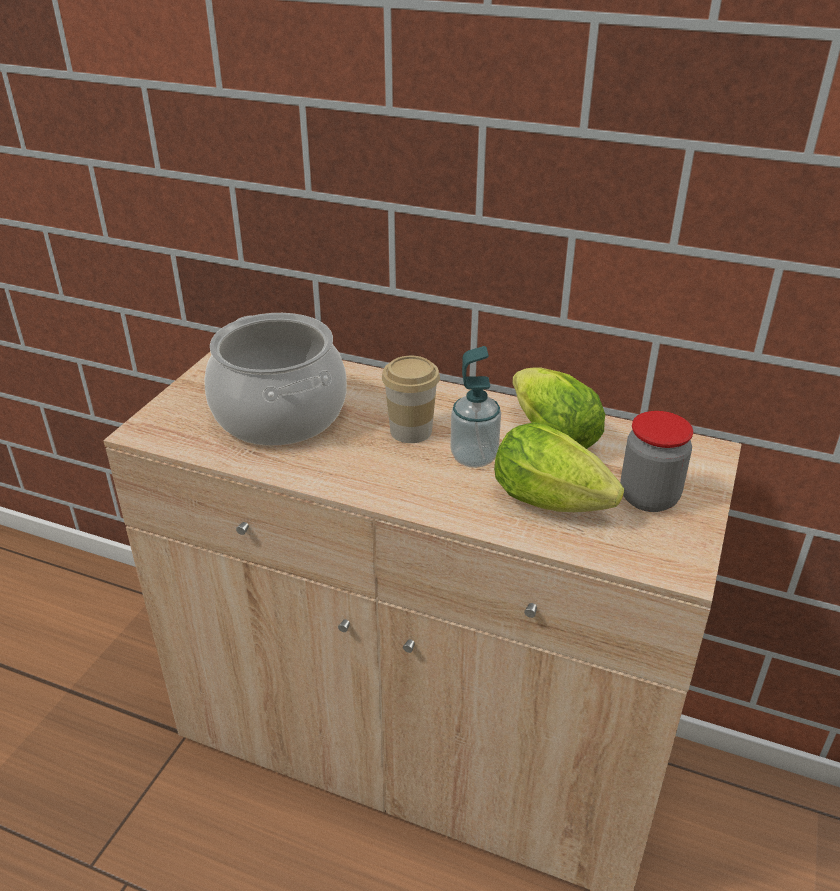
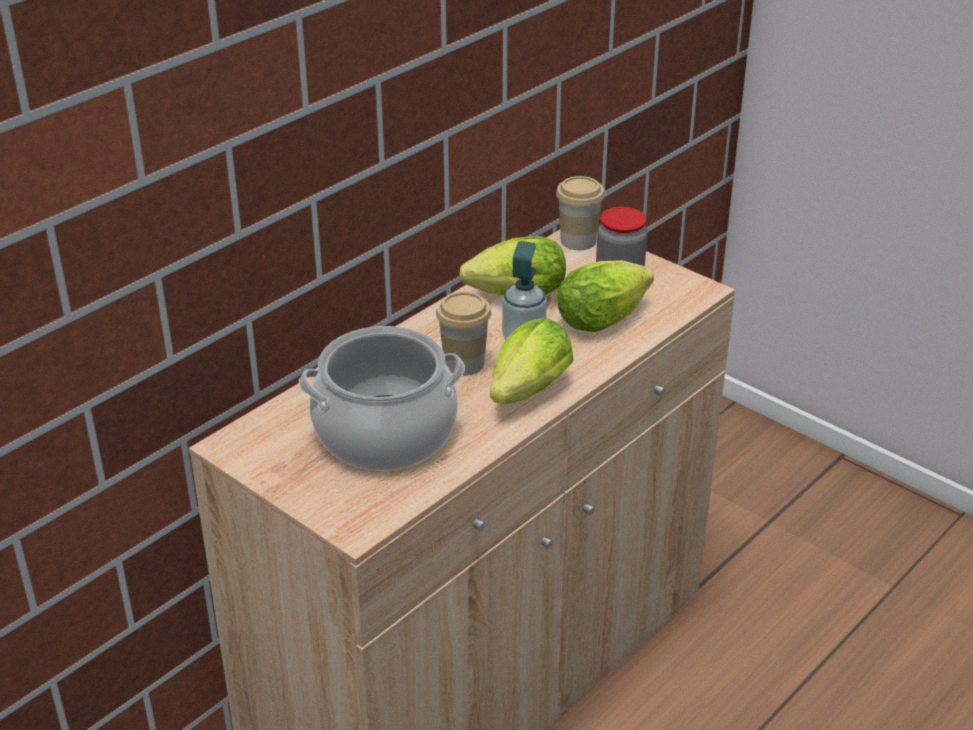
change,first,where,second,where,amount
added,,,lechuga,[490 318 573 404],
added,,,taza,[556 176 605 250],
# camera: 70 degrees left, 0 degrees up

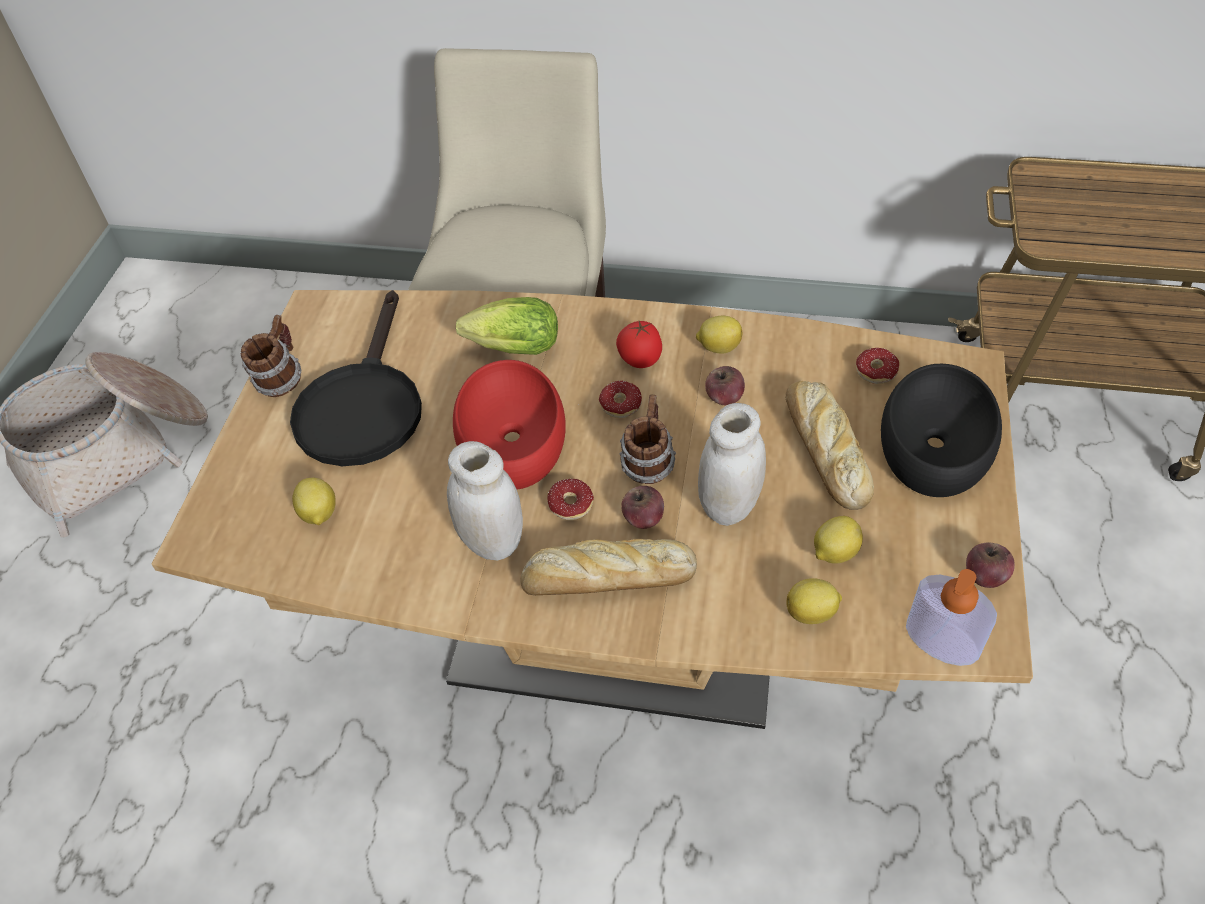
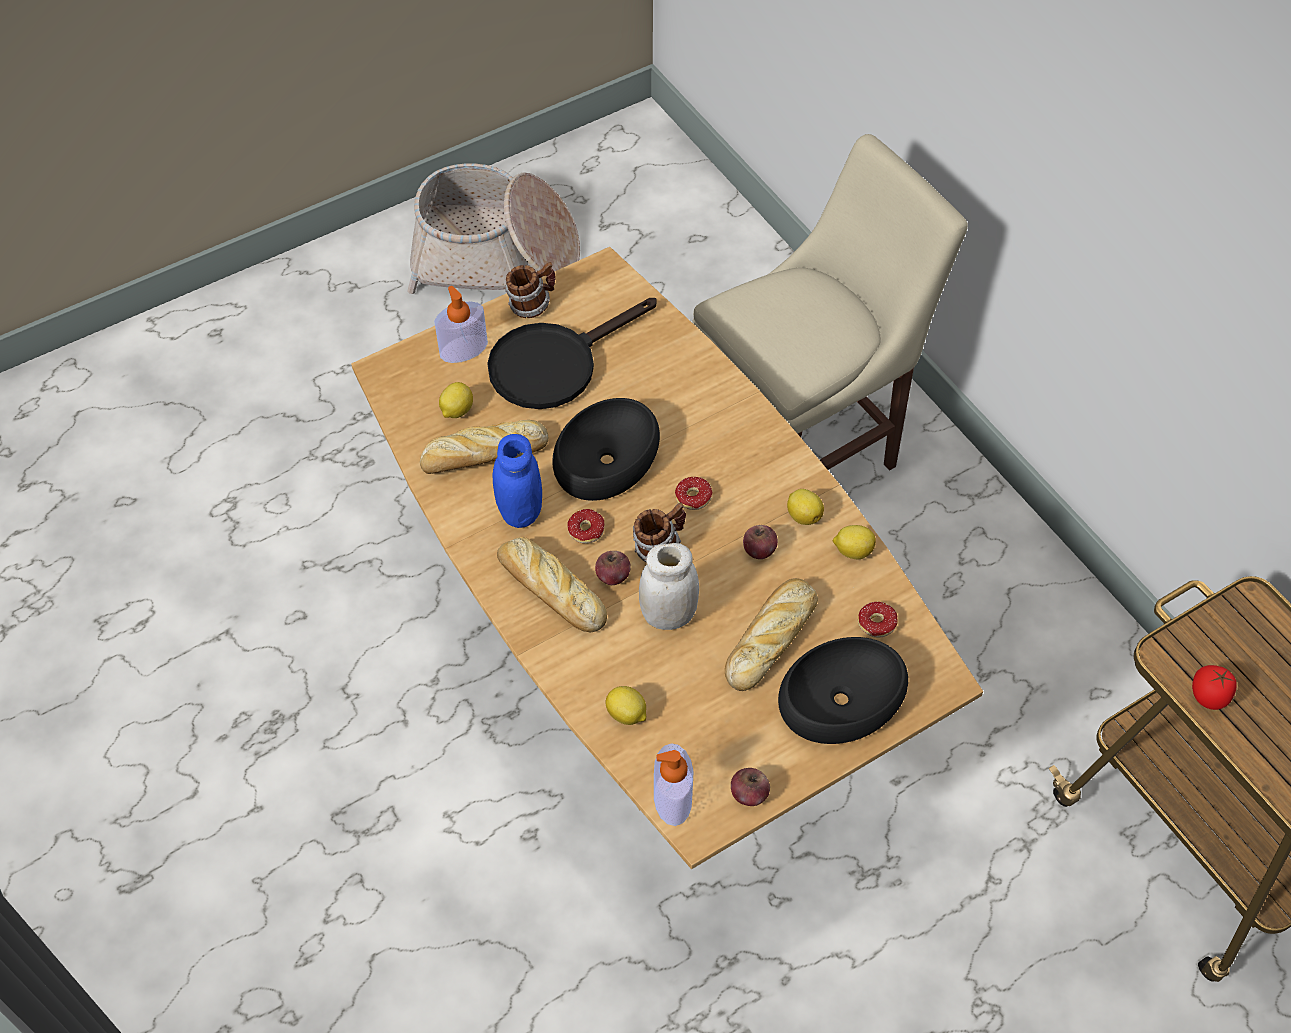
change,first,where,second,where,amount
added,,,pan,[420 420 548 474],
added,,,dispensador de jabón,[434 286 488 363],
recoloured,tarro [blanco],[447 441 523 561],tarro [azul],[493 434 542 528],
recoloured,cuenco [rojo],[453 360 566 490],cuenco [negro],[553 398 660 501],
moved,limón,[814 516 863 564],,[833 525 876 559],
moved,tomate,[616 321 662 368],,[1192 665 1237 710],
removed,lechuga,[456 297 558 355],,,
# camera: 45 degrees right, 5 degrees up

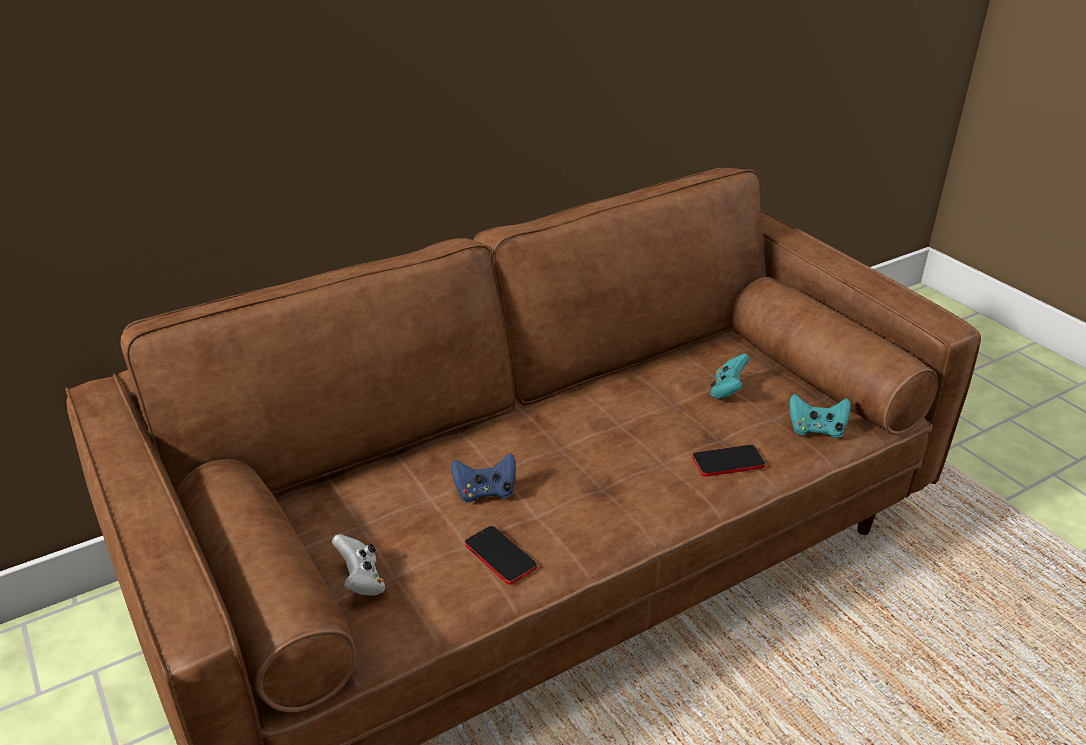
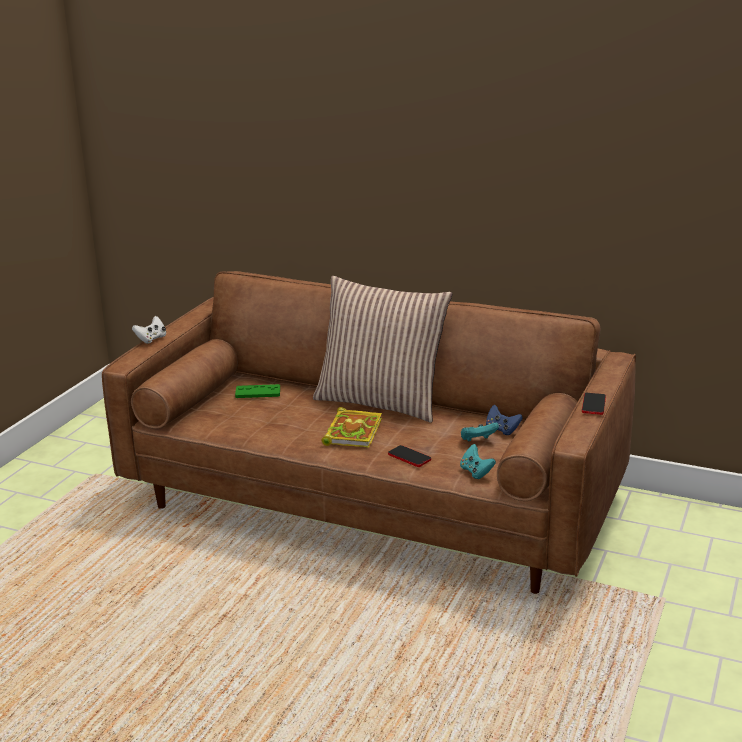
change,first,where,second,where,amount
moved,mando de consola [blanco],[332 534 385 596],,[132 316 166 344],
added,,,mando de consola [verde],[235 384 280 398],
added,,,cojín,[313 276 453 423],
added,,,libro,[322 407 382 448],
moved,mando de consola [azul],[451 453 516 503],,[486 405 523 435],
moved,móvil,[465 526 537 585],,[582 393 606 415],
# camera: 55 degrees right, 10 degrees down

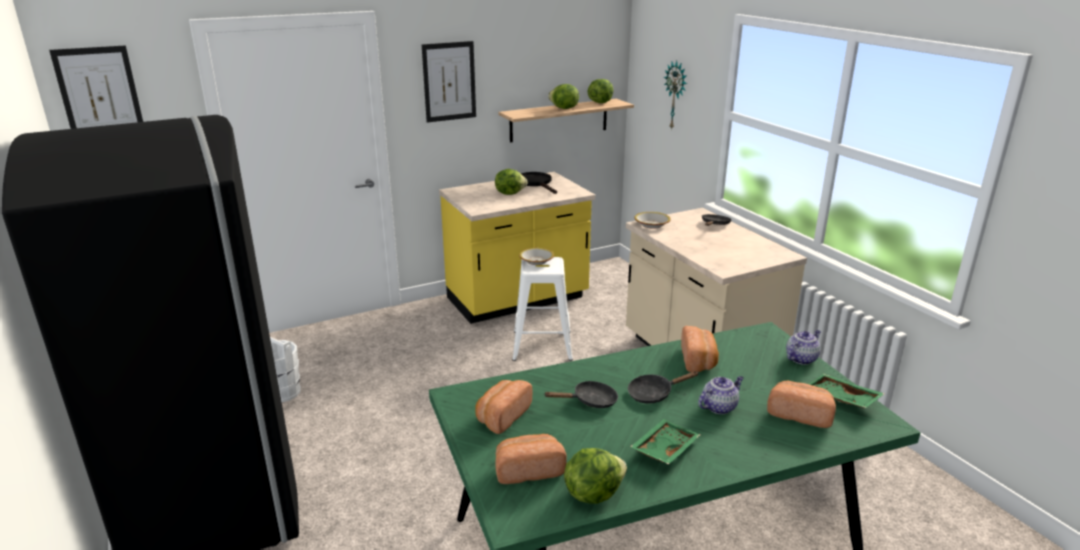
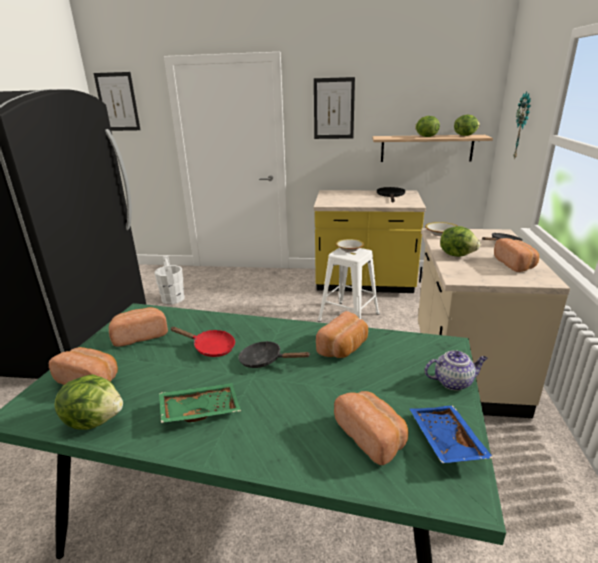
change,first,where,second,where,amount
recoloured,sartén [negro],[544 381 618 408],sartén [rojo],[170 327 235 357],
recoloured,bandeja [verde],[808 374 885 408],bandeja [azul],[410 406 493 463],
moved,lechuga,[495 169 528 195],,[440 226 480 257],
added,,,pan,[494 238 539 272],
removed,tetera,[698 376 744 414],,,
# camera: 35 degrees right, 0 degrees up

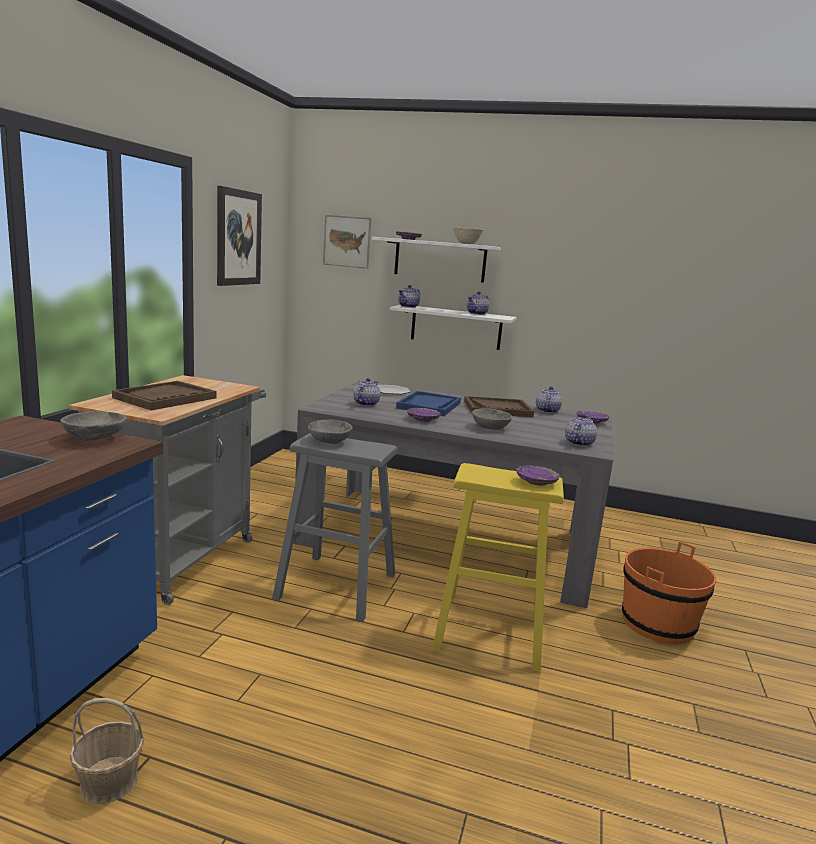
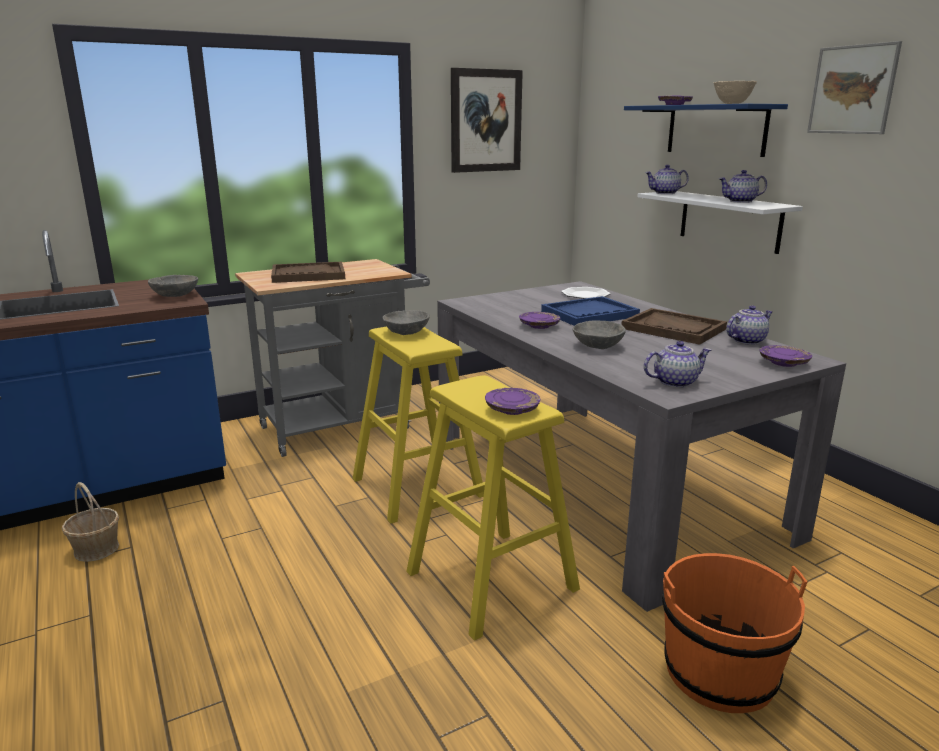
change,first,where,second,where,amount
recoloured,taburete [gris],[272 433 398 622],taburete [amarillo],[353 327 484 524],
recoloured,estante [blanco],[372 237 501 283],estante [azul],[624 104 788 157],
moved,cuadro,[323 215 372 269],,[807 41 902 134],
removed,tetera,[353 378 381 406],,,
# camera: 45 degrees right, 5 degrees up

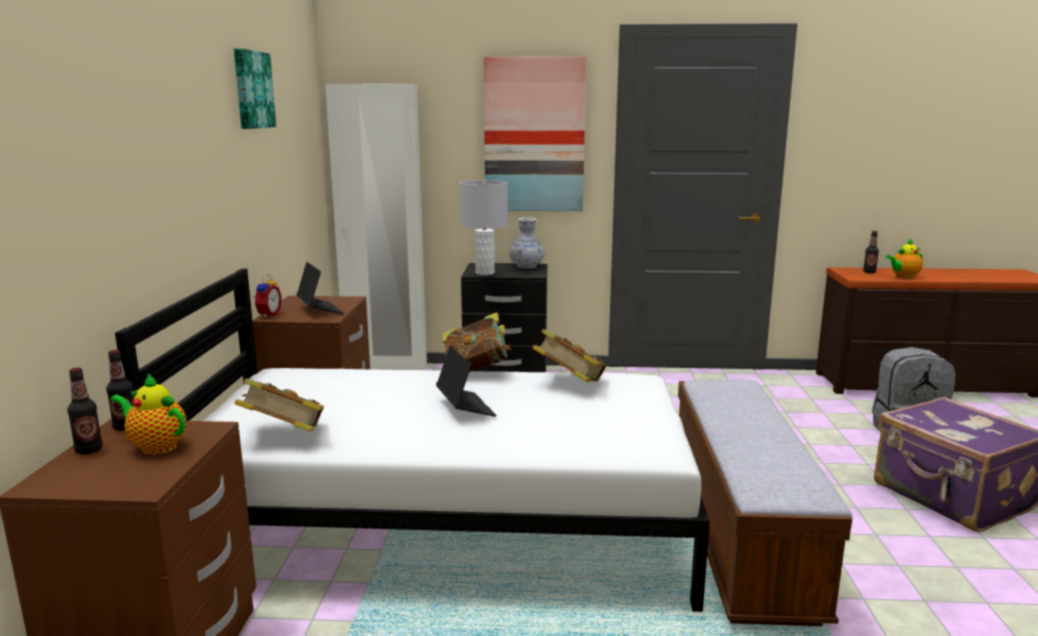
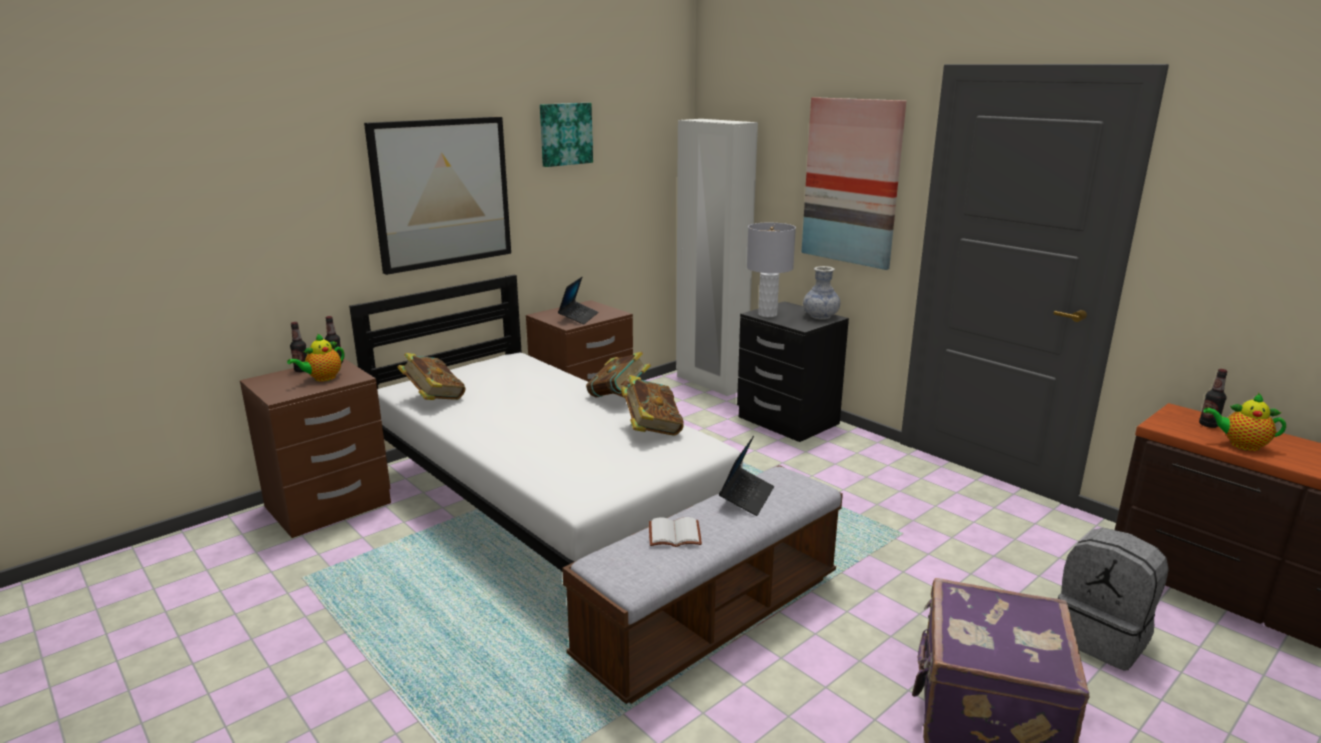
change,first,where,second,where,amount
turned,tetera,[110 374 186 455],,[287 333 344 381],120 degrees counterclockwise
added,,,cuadro,[364 117 511 275],
added,,,libro [blanco],[649 517 702 547],
moved,portátil,[436 345 496 416],,[719 436 774 516],
removed,despertador,[252 274 282 318],,,
# camera: 45 degrees right, 5 degrees up

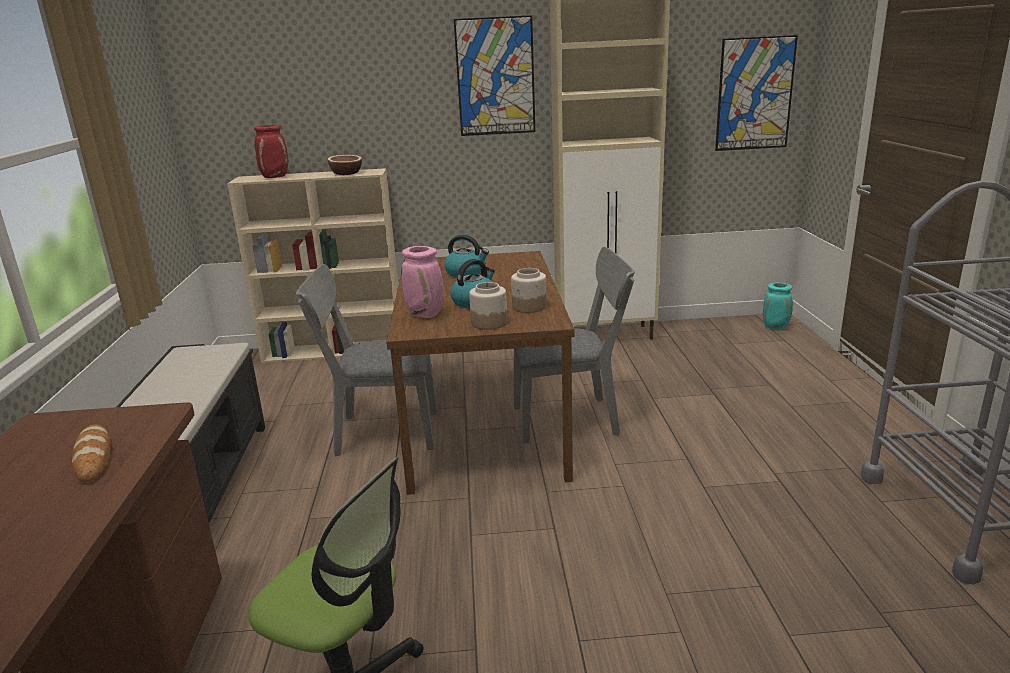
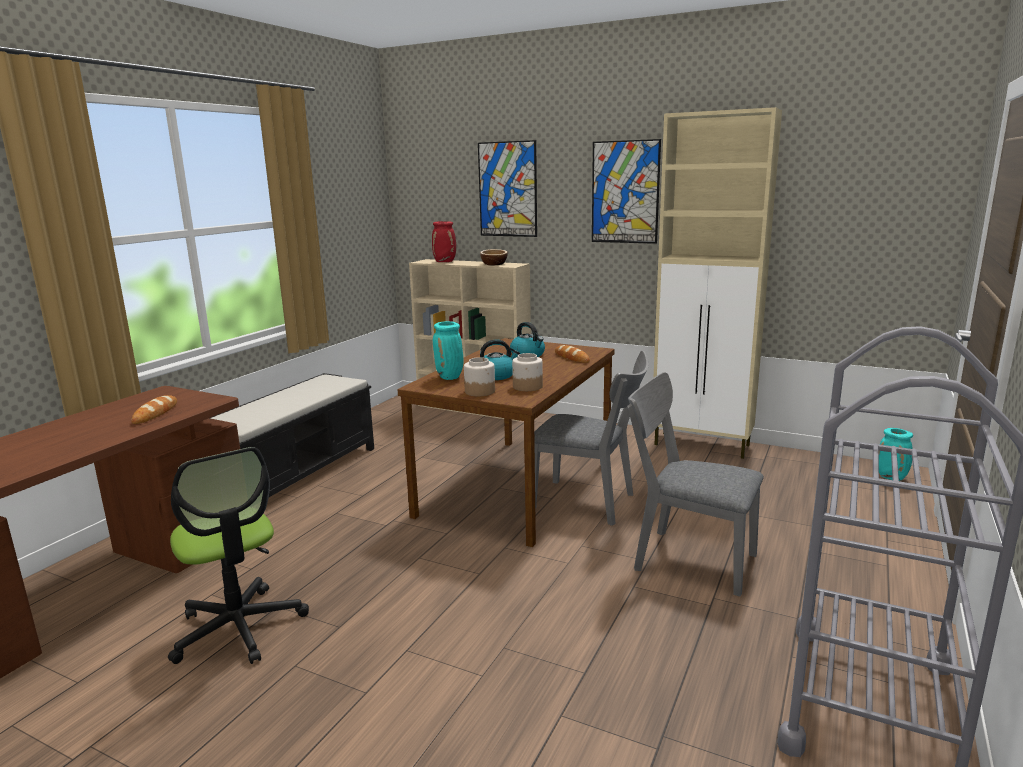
change,first,where,second,where,amount
recoloured,florero [rosa],[401 246 444 318],florero [turquesa],[433 321 464 380],
moved,cuadro,[715 35 798 151],,[478 140 537 237],
added,,,pan,[555 345 590 363],
moved,silla [gris],[296 264 438 457],,[627 373 764 597],
# camera: 30 degrees right, 5 degrees down

